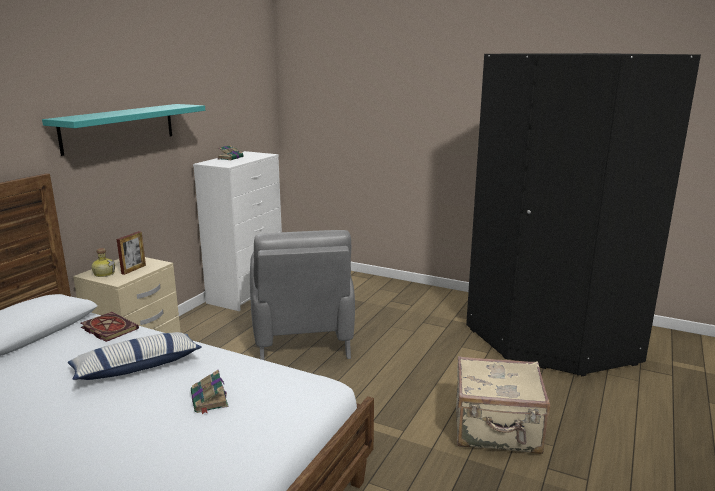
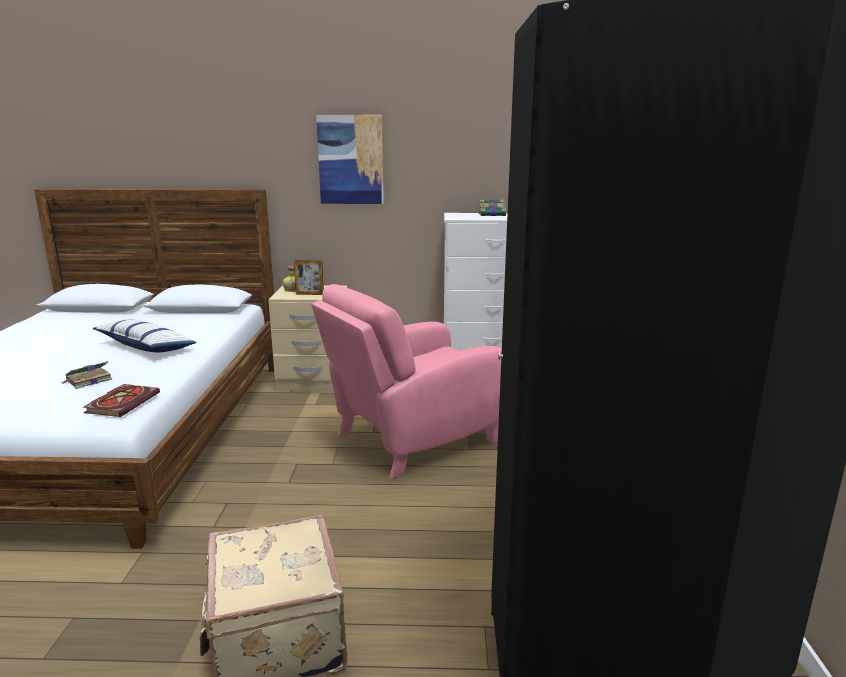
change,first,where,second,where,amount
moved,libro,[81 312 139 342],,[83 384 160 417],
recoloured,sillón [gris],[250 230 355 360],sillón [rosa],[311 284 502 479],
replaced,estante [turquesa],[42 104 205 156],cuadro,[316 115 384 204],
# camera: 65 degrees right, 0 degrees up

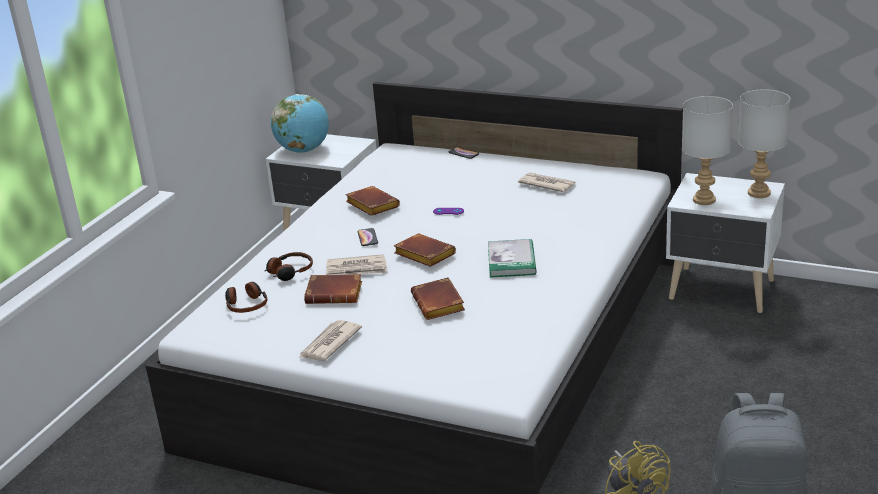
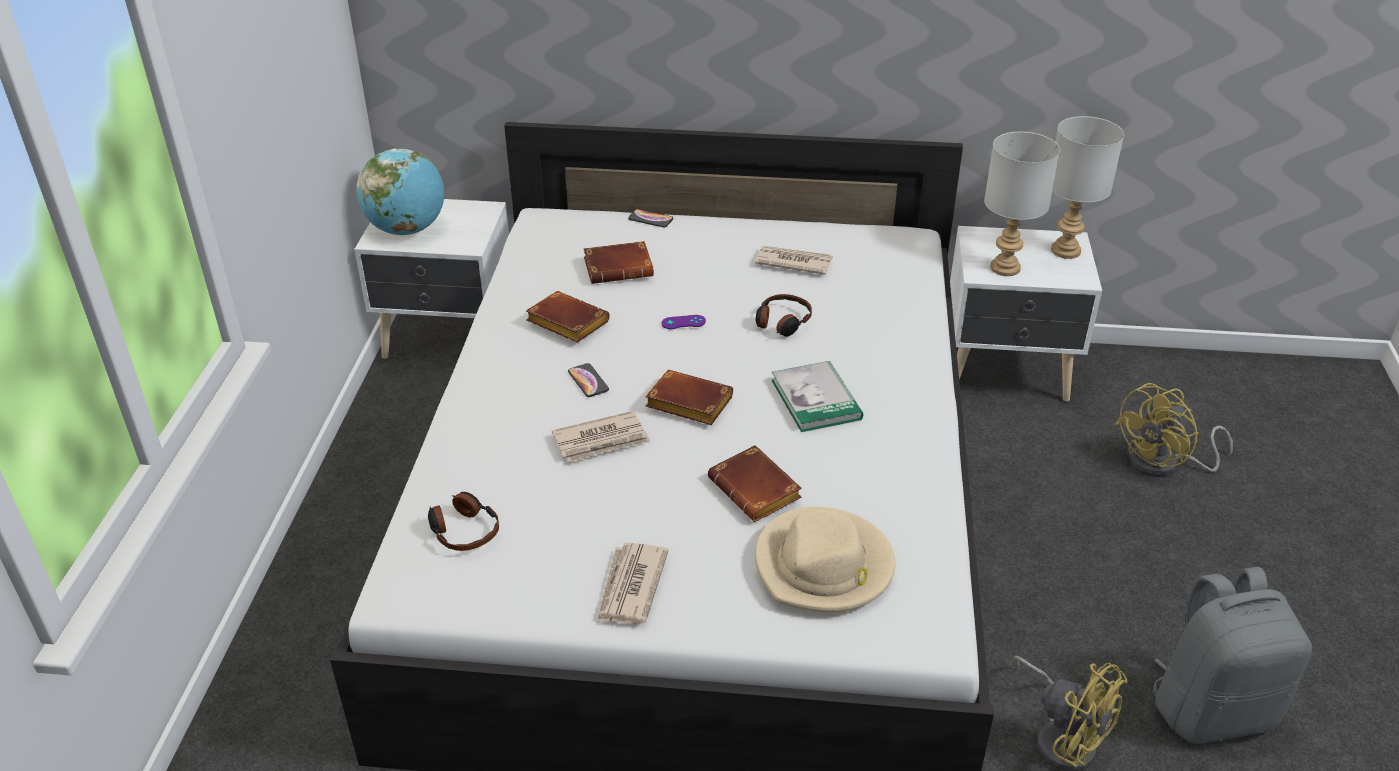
change,first,where,second,where,amount
moved,libro [marrón],[304 274 362 304],,[584 241 654 284],
added,,,sombrero [beis],[755 507 895 612],
moved,auriculares,[264 252 313 281],,[756 294 812 337],
added,,,ventilador [amarillo],[1114 383 1233 477],
# camera: 20 degrees left, 10 degrees up

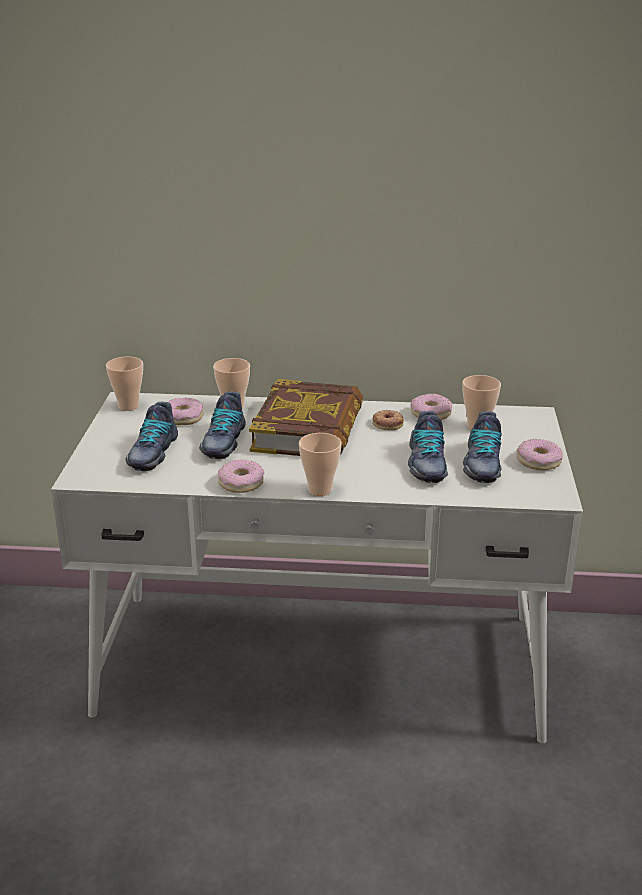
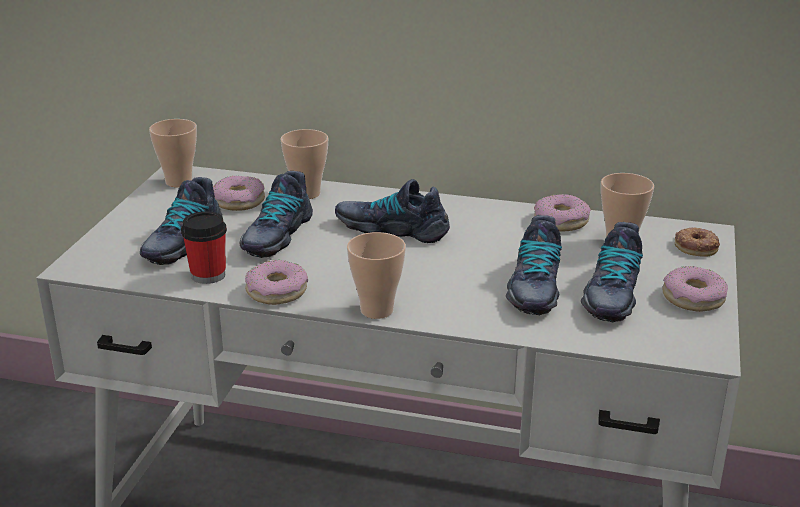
change,first,where,second,where,amount
added,,,taza,[181 211 227 284],
replaced,libro,[249 379 363 456],zapato,[335 179 450 243],
moved,rosquilla,[373 410 404 430],,[675 227 720 257],
# camera: 10 degrees right, 0 degrees up

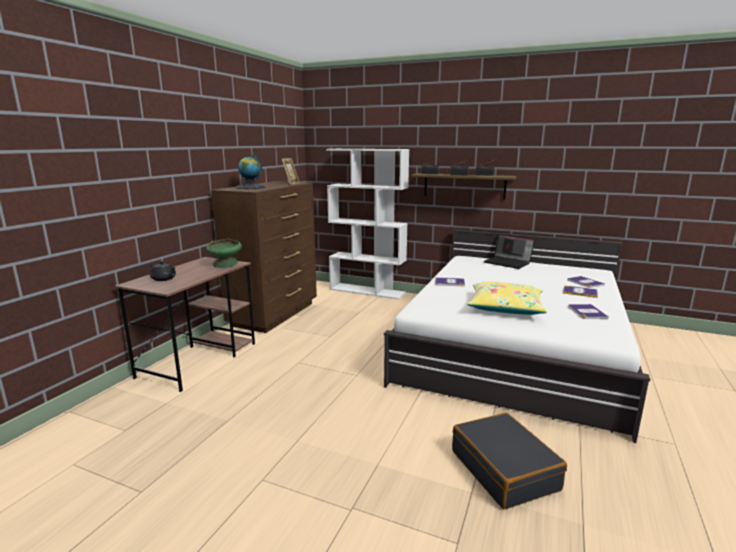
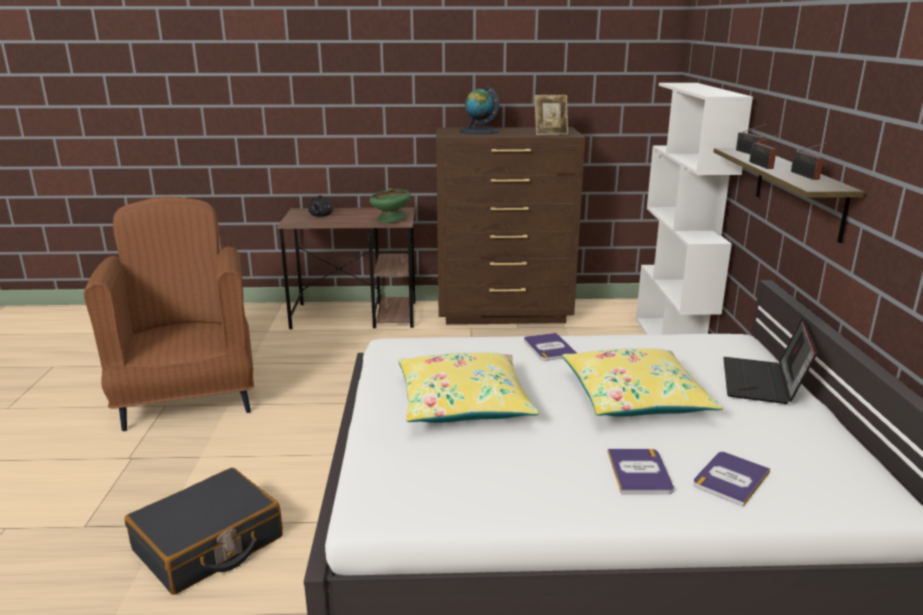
change,first,where,second,where,amount
added,,,sillón [marrón],[84 196 254 431],
added,,,cojín [amarillo],[562 348 723 417],
removed,libro,[568 304 609 319],,,
# camera: 65 degrees right, 5 degrees up

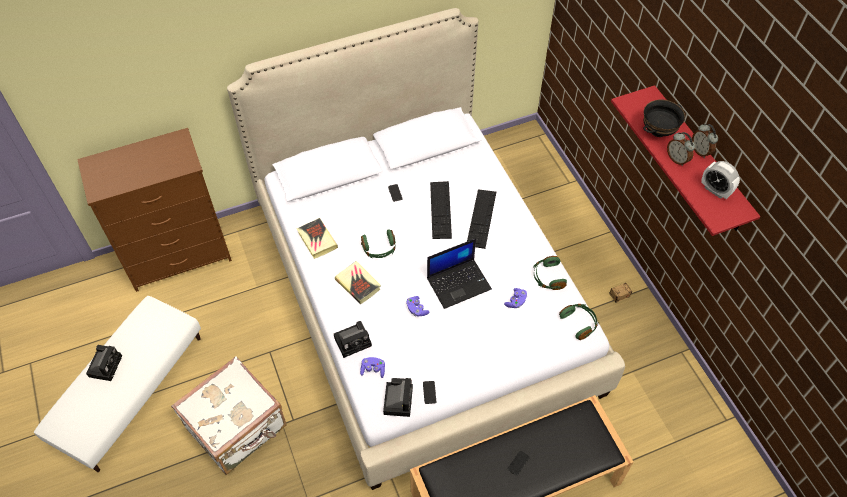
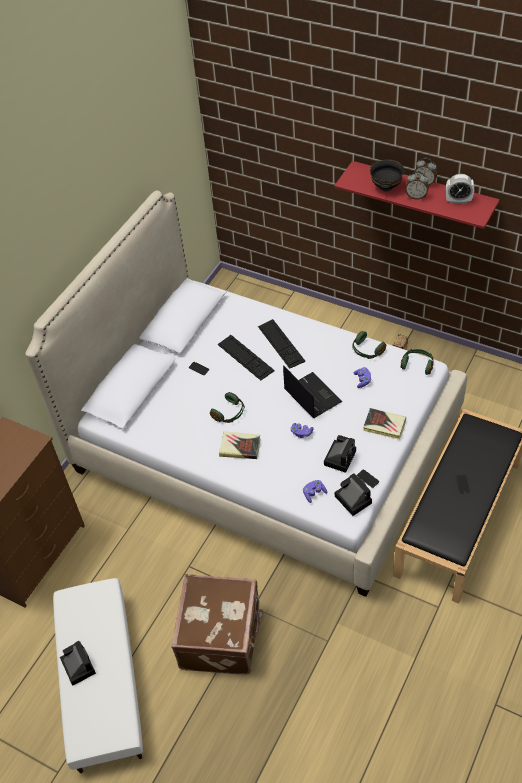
change,first,where,second,where,amount
recoloured,maleta [blanco],[171 356 287 475],maleta [marrón],[171 574 264 675],
turned,portátil,[427 238 492 309],,[283 365 342 418],60 degrees counterclockwise
moved,cámara,[334 321 372 358],,[324 435 356 473],
moved,libro,[297 218 338 259],,[363 408 406 440],
# camera: 35 degrees left, 5 degrees down

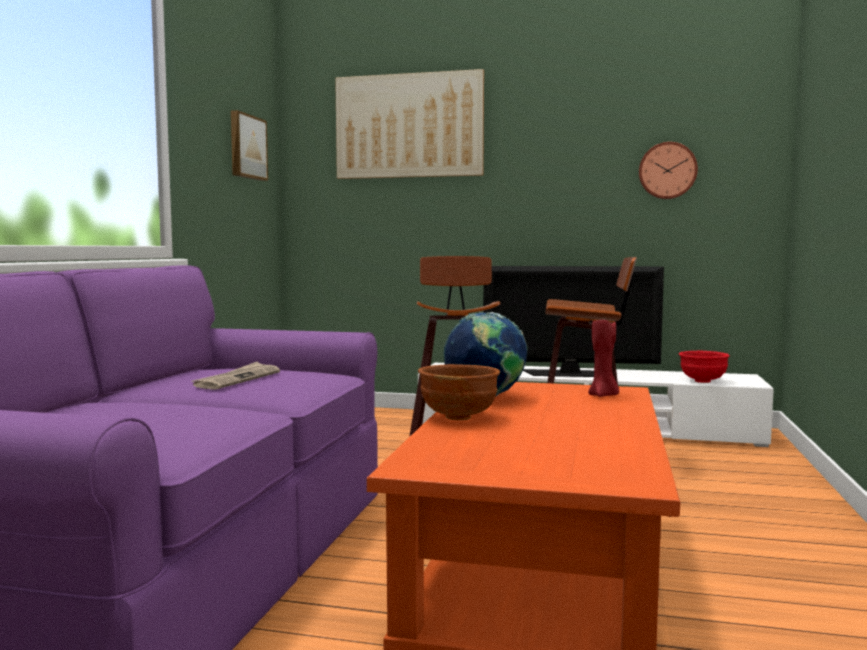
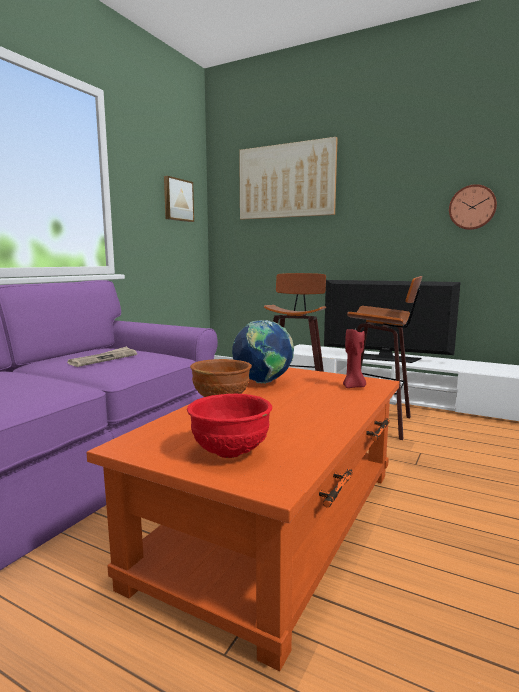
change,first,where,second,where,amount
moved,cuenco [rojo],[679 351 730 383],,[187 394 272 458],
# camera: 15 degrees right, 5 degrees up

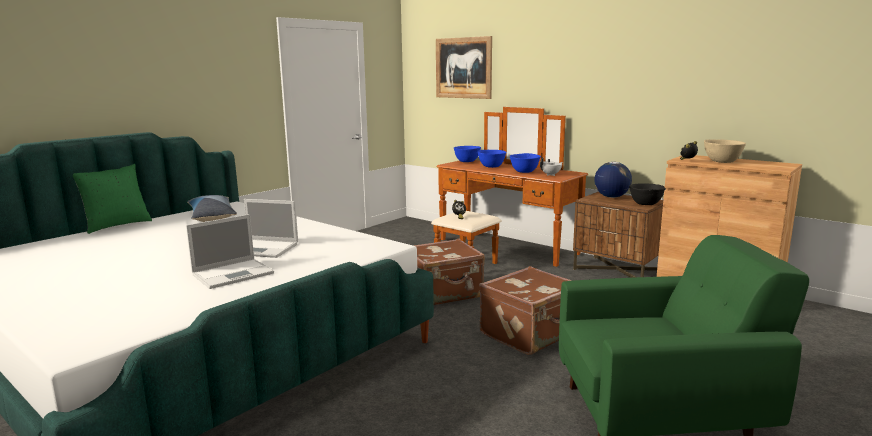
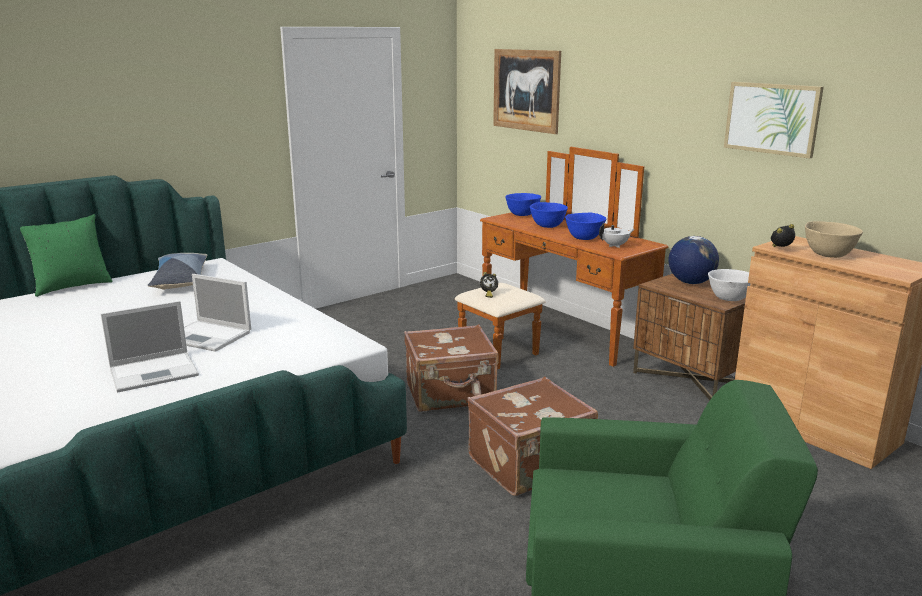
change,first,where,second,where,amount
recoloured,cuenco [negro],[629 183 666 205],cuenco [blanco],[708 269 751 301],
added,,,cuadro,[724 82 824 159],
# camera: 10 degrees right, 5 degrees up

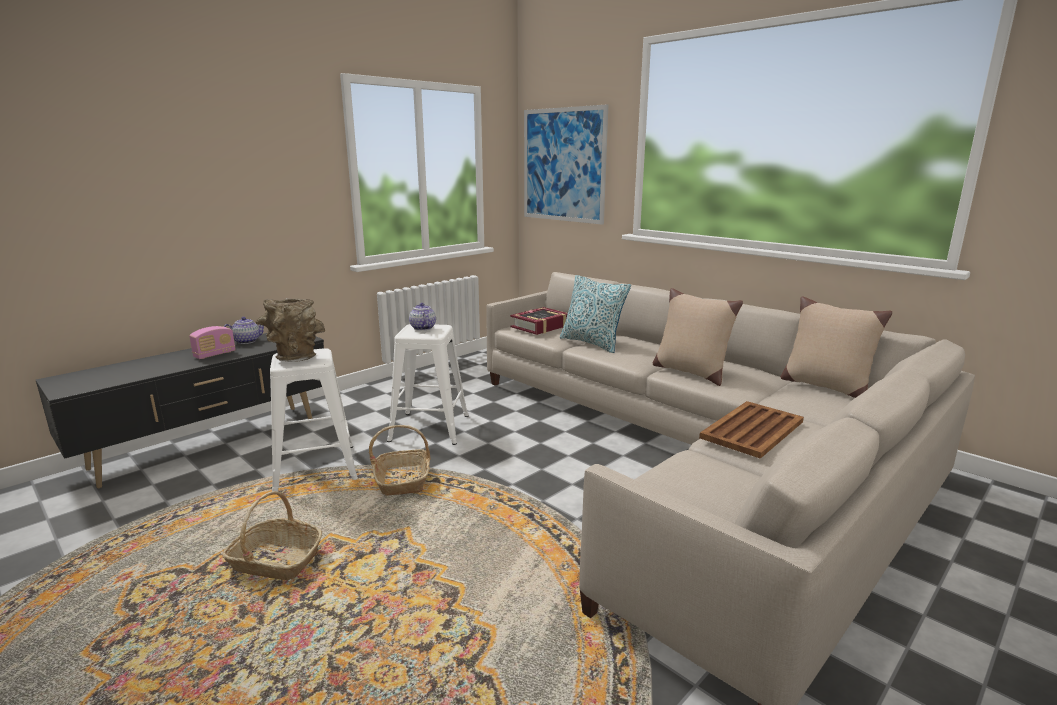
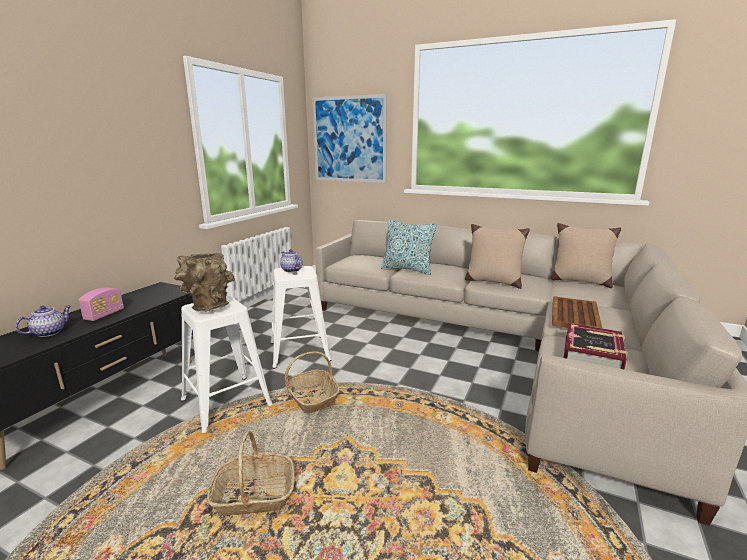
change,first,where,second,where,amount
moved,tetera,[223 317 264 344],,[15 305 71 337],
moved,libro,[510 307 568 335],,[564 323 628 370],
# camera: 20 degrees left, 0 degrees up

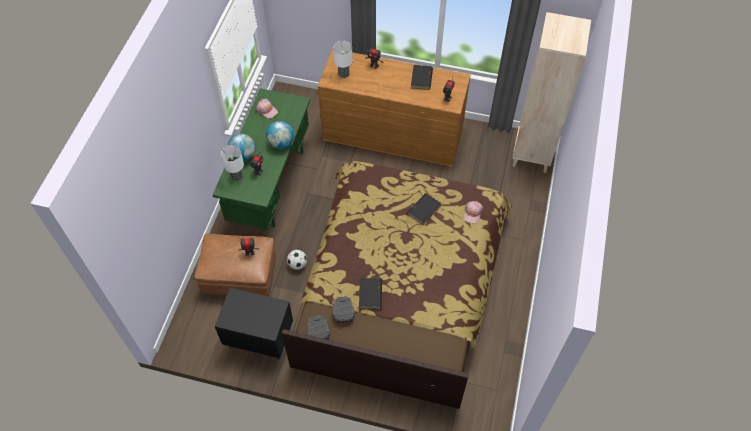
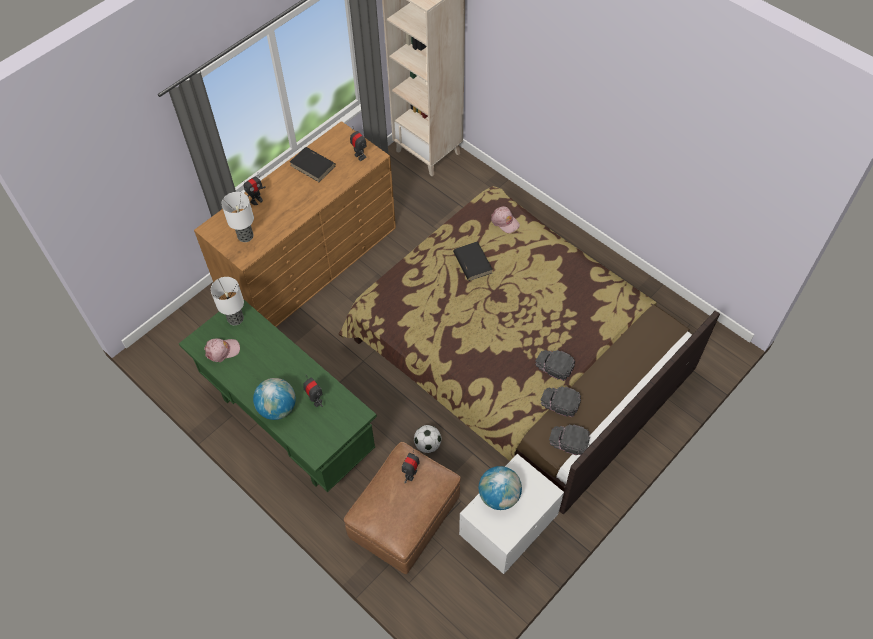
change,first,where,second,where,amount
moved,lámpara de mesa,[221 145 244 182],,[211 277 244 325],
recoloured,mesita de noche [negro],[215 288 293 360],mesita de noche [blanco],[459 454 564 574],
moved,globo terráqueo,[266 121 294 149],,[479 466 522 510],
replaced,libro [negro],[359 278 382 309],gorra [negro],[535 350 575 381],
# camera: 60 degrees left, 0 degrees up

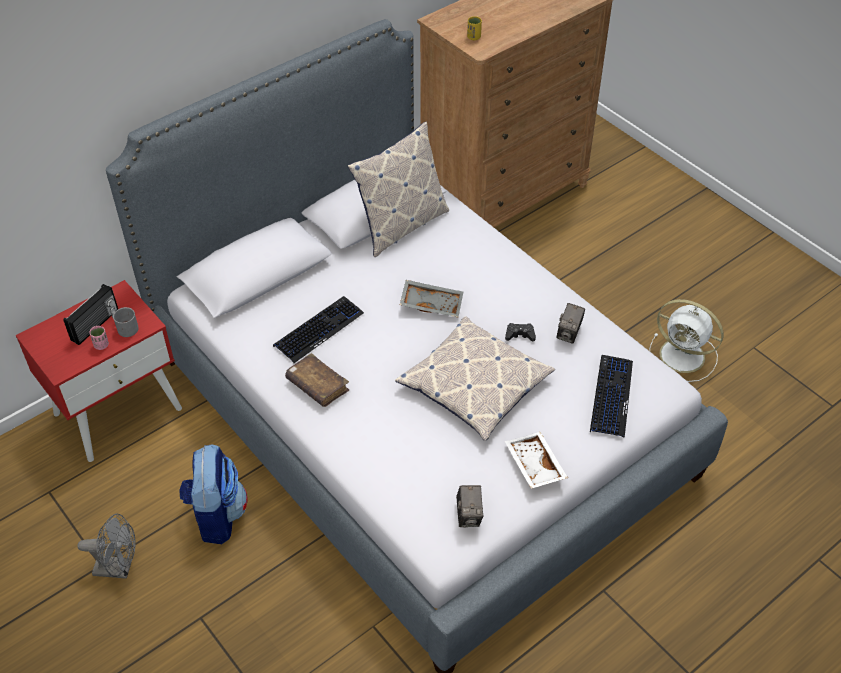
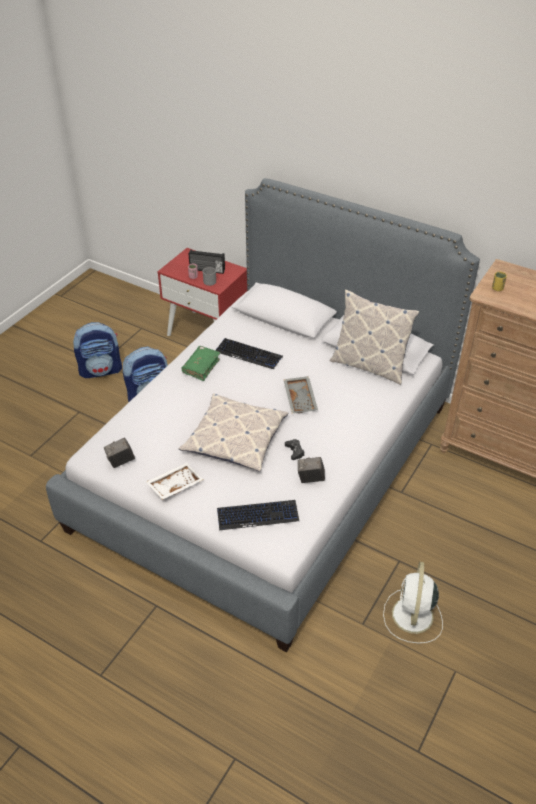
change,first,where,second,where,amount
replaced,ventilador [gris],[77 514 136 579],mochila,[73 322 122 378],
recoloured,libro [marrón],[285 353 349 407],libro [verde],[182 346 220 381],
# camera: 70 degrees right, 5 degrees down

